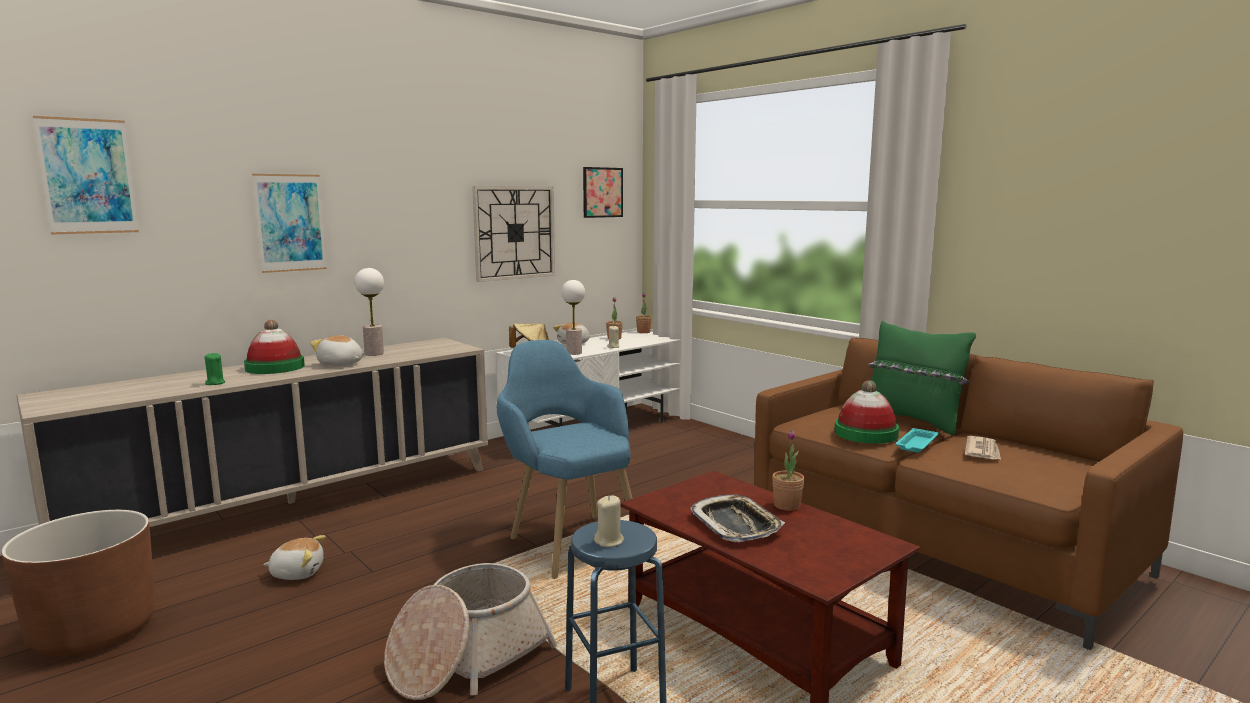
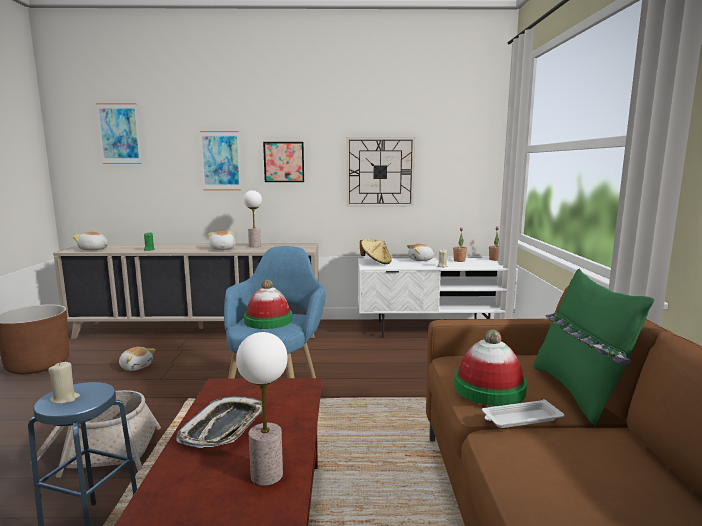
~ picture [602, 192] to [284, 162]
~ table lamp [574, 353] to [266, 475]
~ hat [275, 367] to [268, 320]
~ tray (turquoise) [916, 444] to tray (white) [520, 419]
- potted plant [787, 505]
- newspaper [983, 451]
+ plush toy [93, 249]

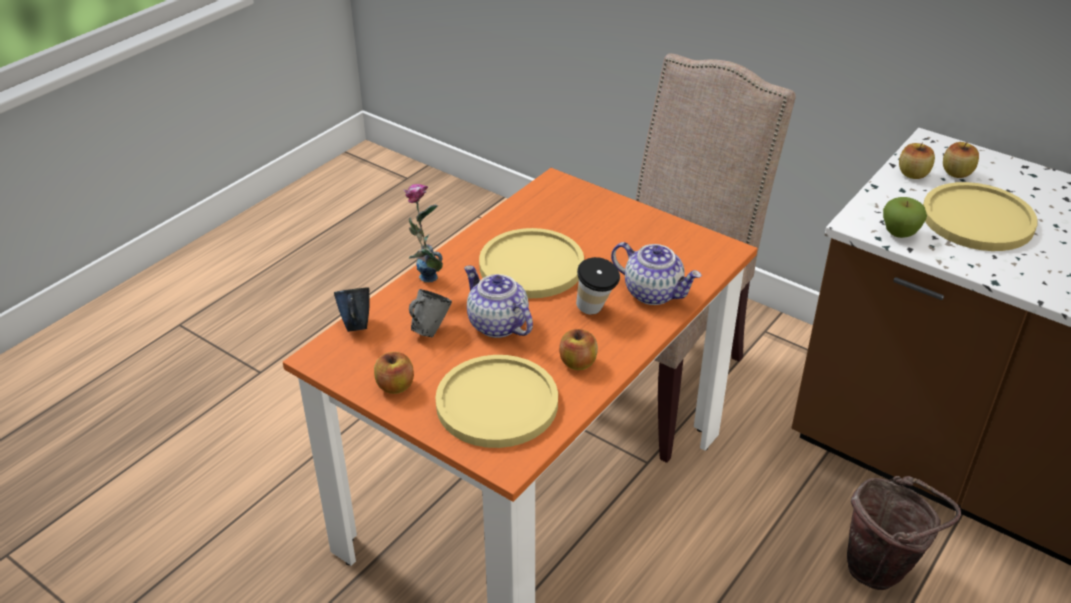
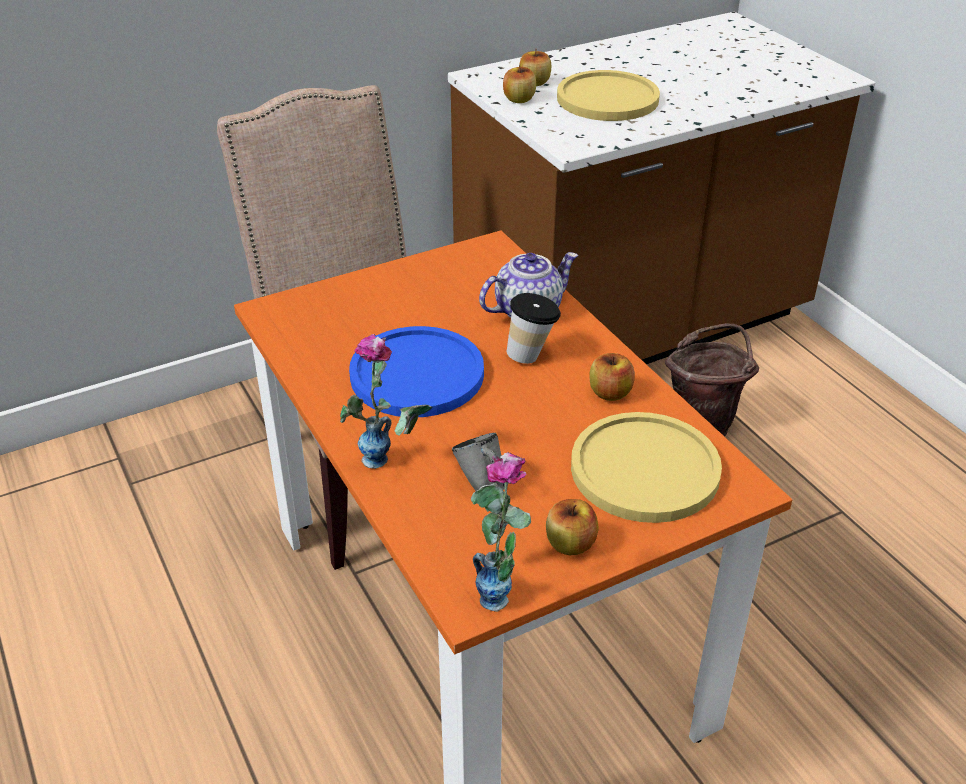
- apple [899, 233]
~ plate (yellow) [531, 265] to plate (blue) [417, 374]
- teapot [497, 324]
- mug (blue) [356, 326]
+ vase [502, 586]

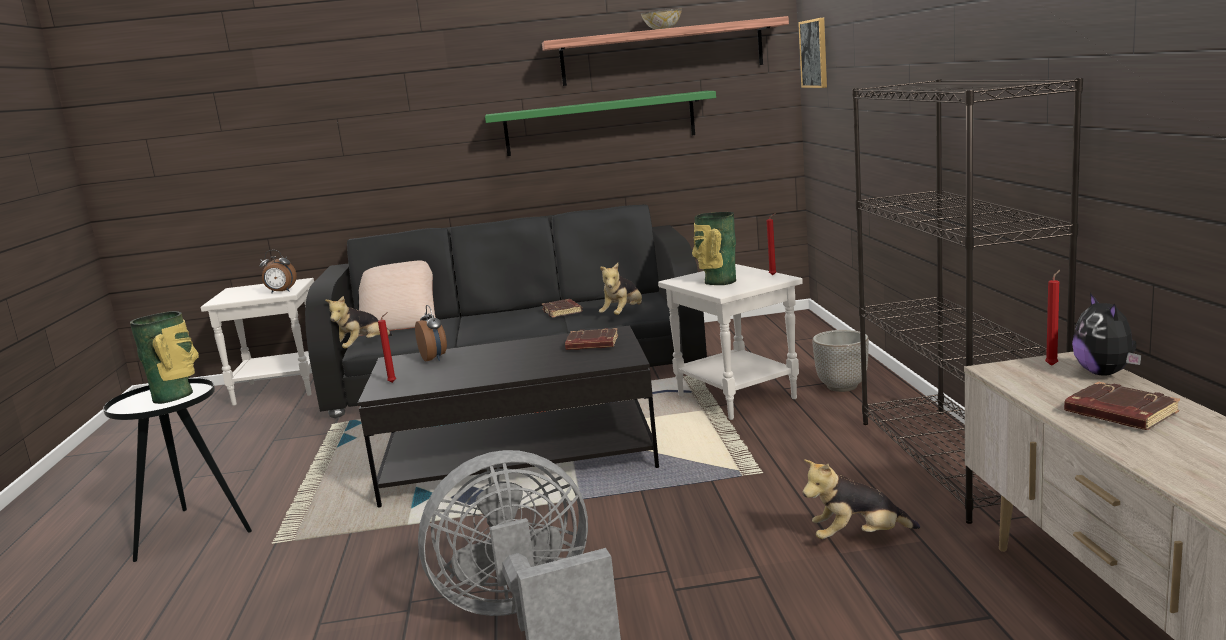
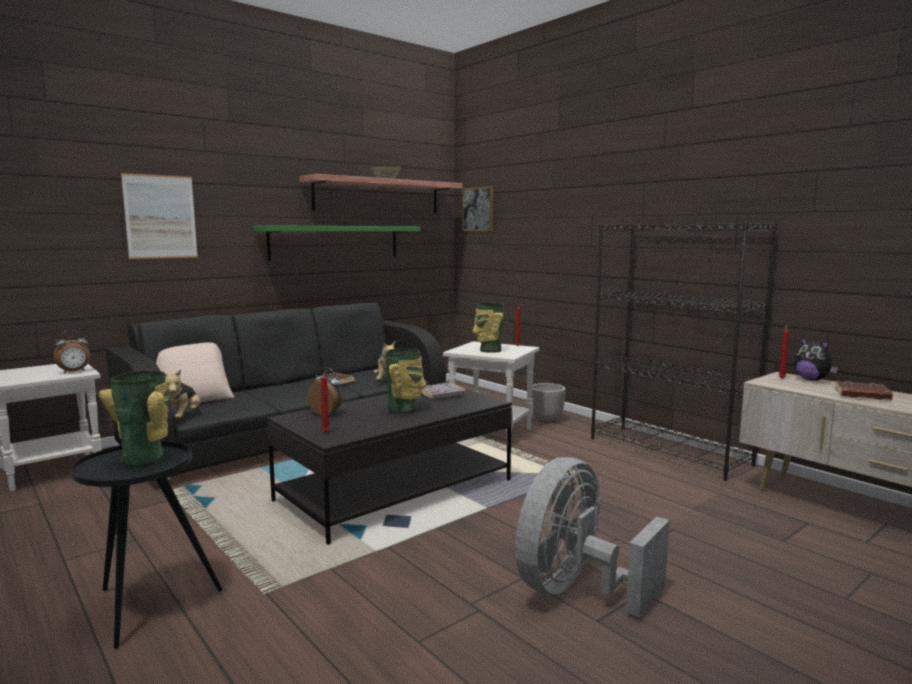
~ book (brown) [591, 344] to book (grey) [442, 395]
- plush toy [858, 538]
+ picture [160, 217]
+ vase [404, 410]

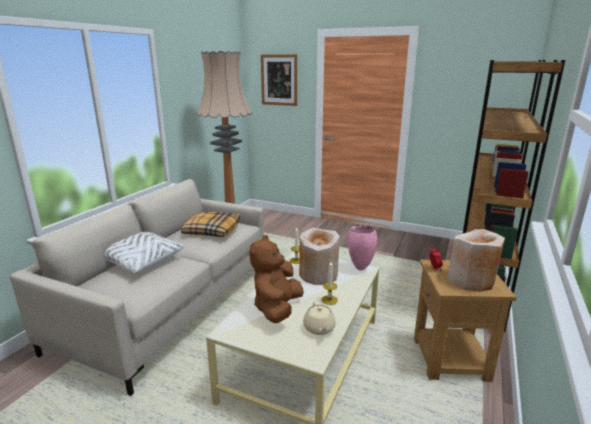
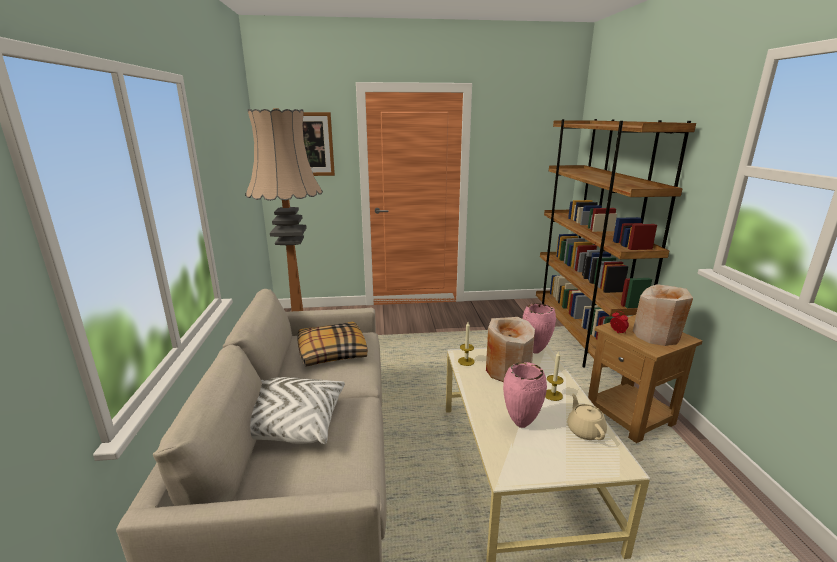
~ plush toy (brown) [277, 308] to vase (pink) [520, 424]
~ teapot (beige) [319, 328] = [585, 430] 150 degrees counterclockwise

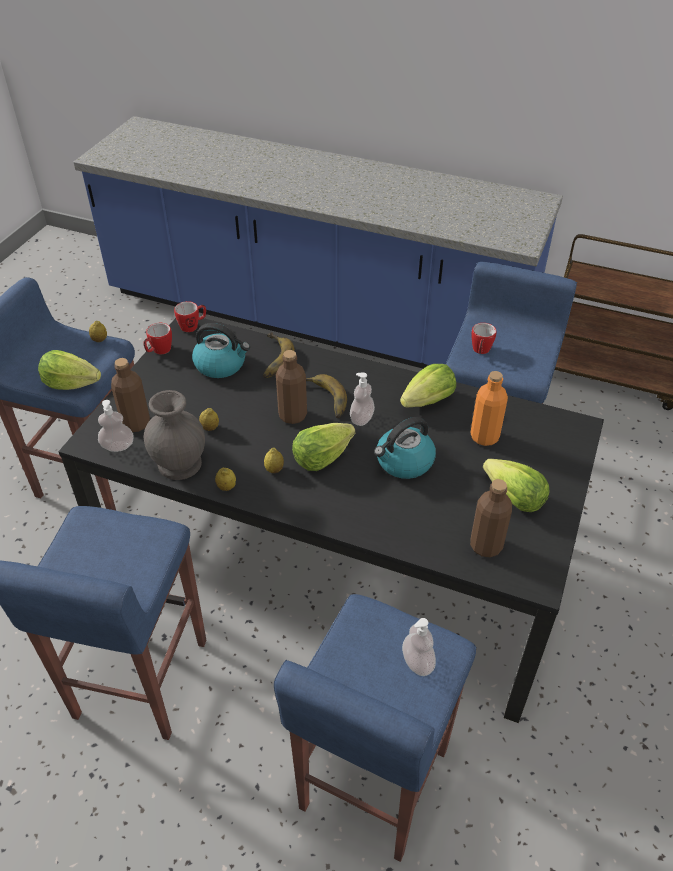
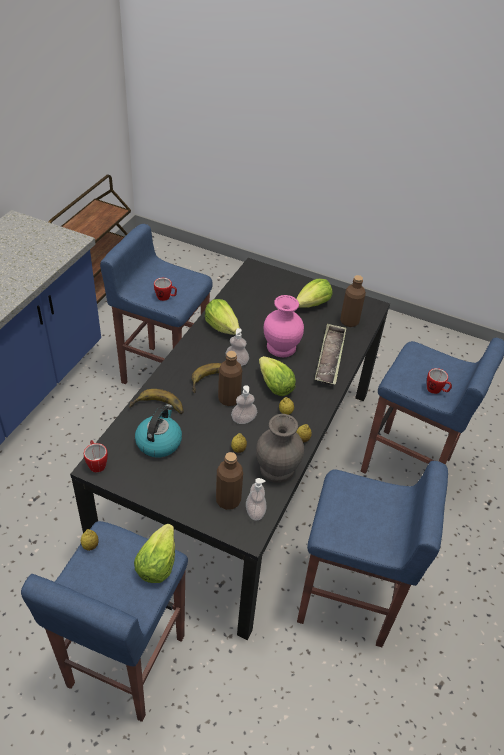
~ mug [159, 351] to [436, 390]
- bottle (orange) [484, 437]
~ kettle [404, 462] to vase (pink) [281, 346]
~ soap dispenser [417, 662] to [243, 419]
+ tray [330, 358]

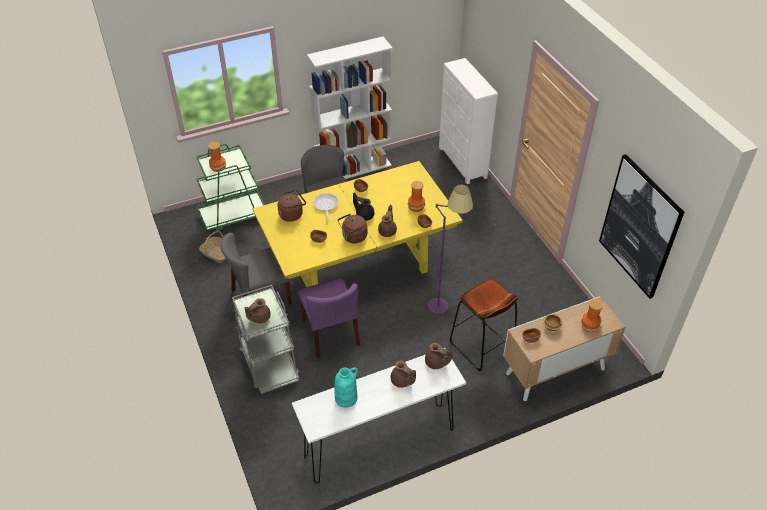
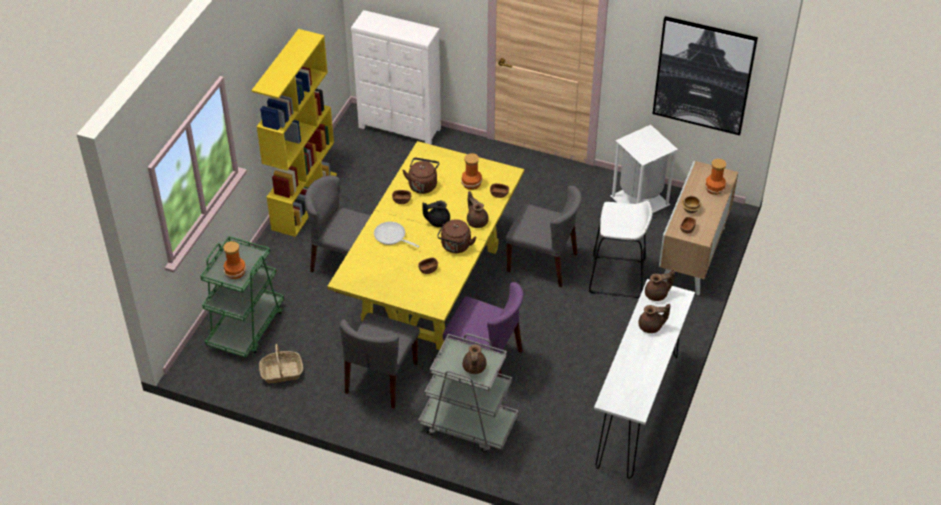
~ bookcase (white) [354, 169] to bookcase (yellow) [304, 201]
~ floor lamp (purple) [444, 300] to chair (grey) [543, 262]
~ kettle (brown) [292, 214] to [423, 184]
~ stool (brown) [481, 346] to stool (white) [617, 277]
- vase (turquoise) [346, 398]
+ trash can (white) [641, 201]

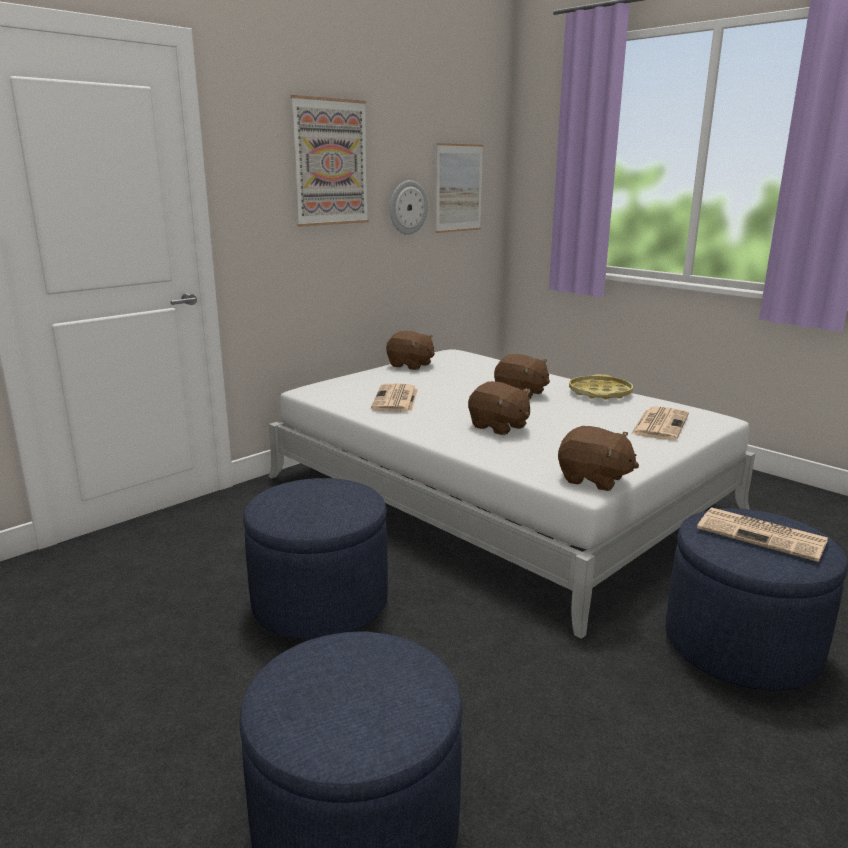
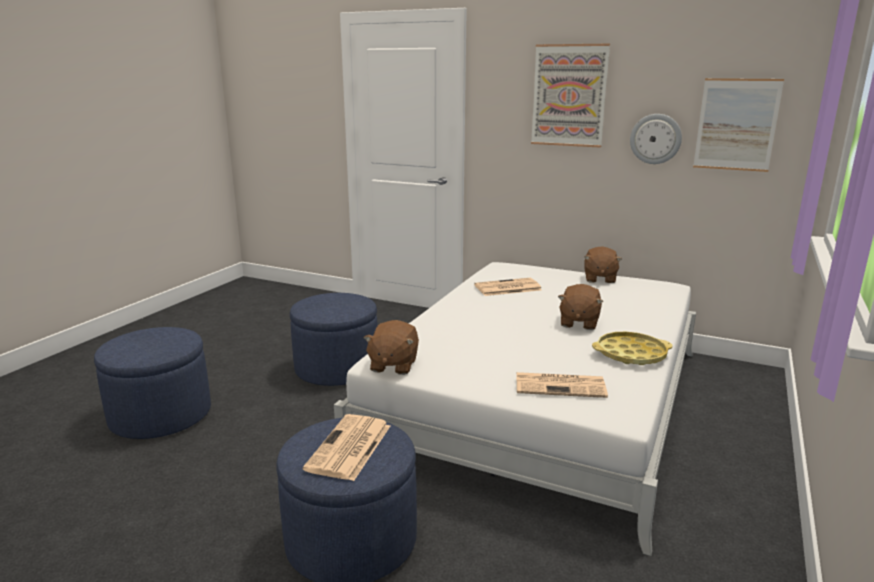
- plush toy (brown) [498, 427]

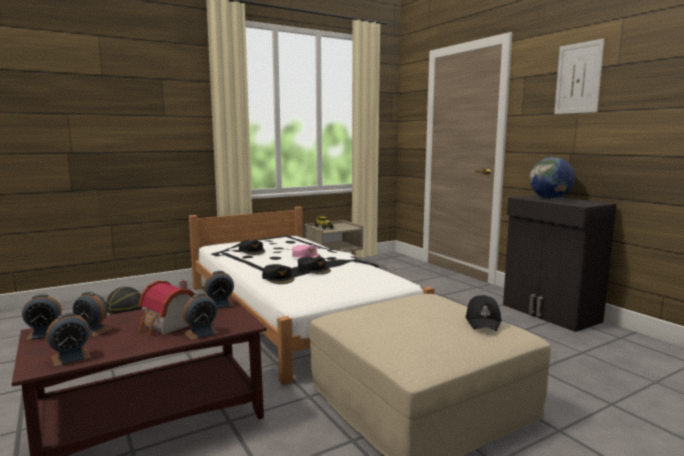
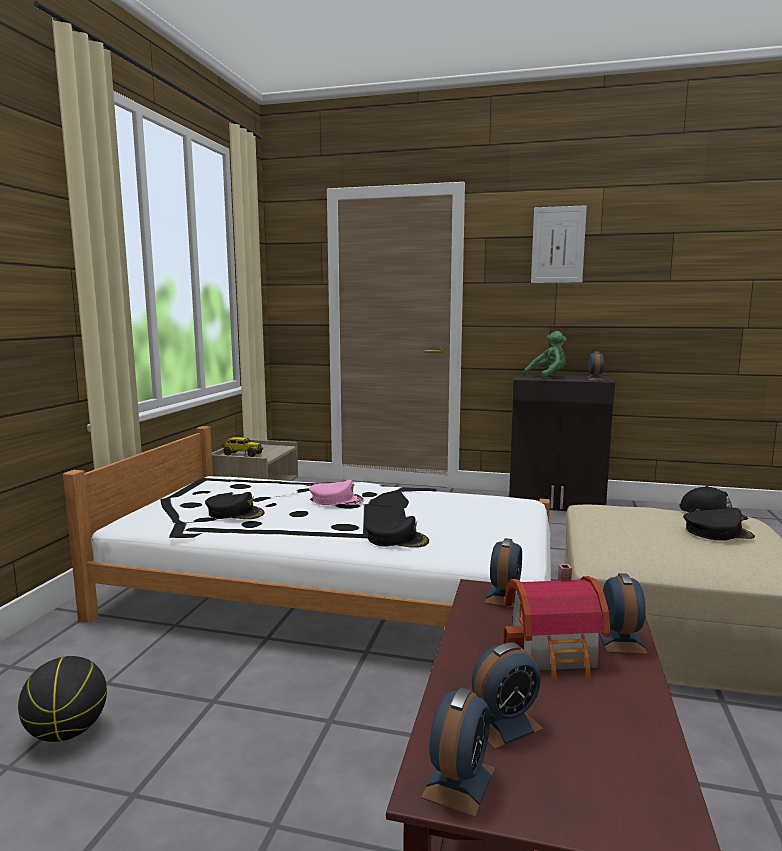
~ globe [550, 198] to plush toy (green) [548, 377]
~ cap (black) [313, 269] to [717, 532]
~ alarm clock [71, 357] to [595, 379]

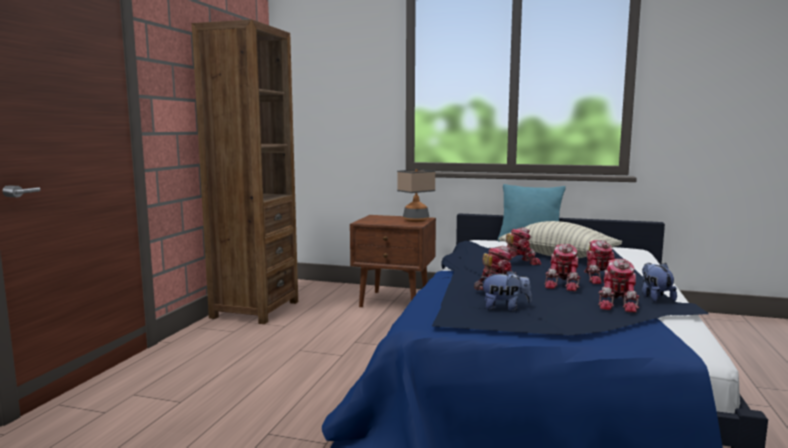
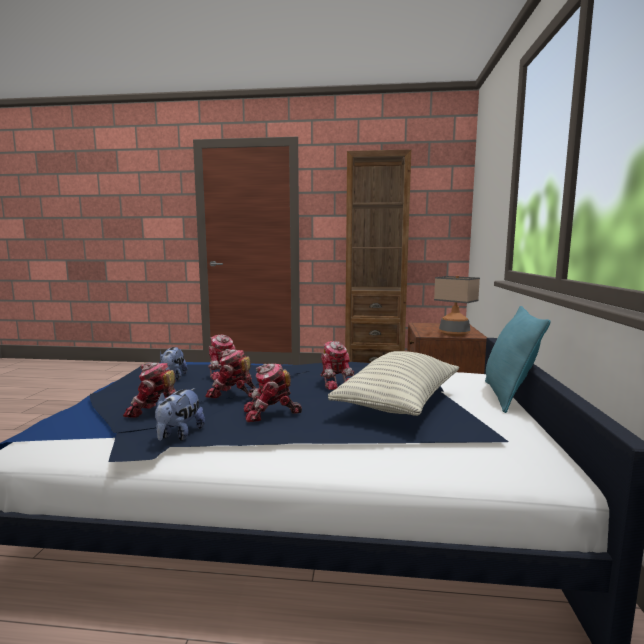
~ plush toy [655, 298] = [179, 435] 120 degrees clockwise

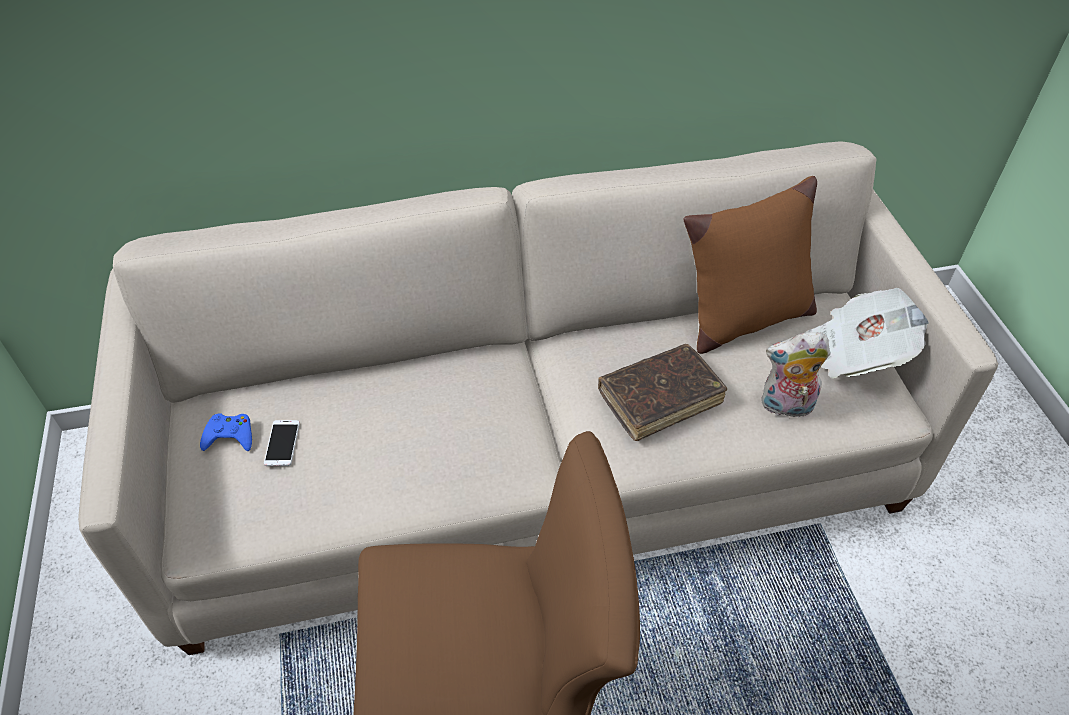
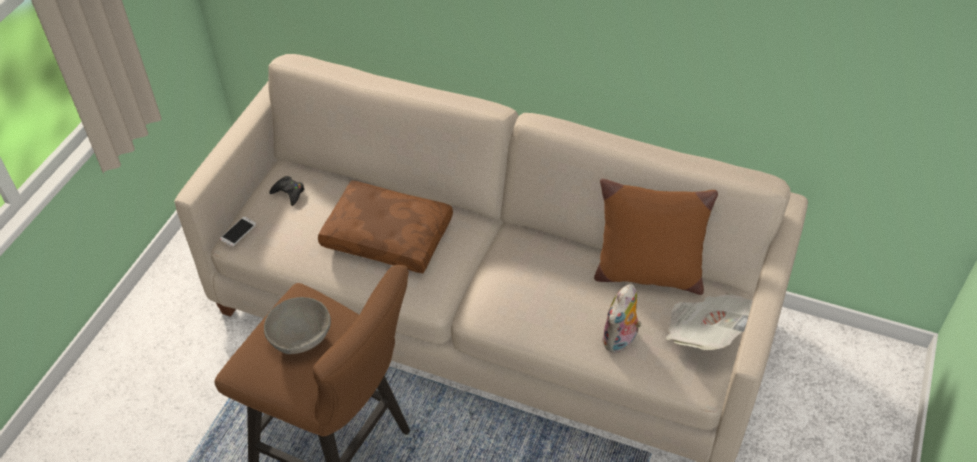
~ plush toy [785, 407] = [620, 341] 90 degrees counterclockwise
- book (brown) [660, 398]
~ game controller (blue) [230, 436] to game controller (black) [289, 192]
~ phone [282, 443] to [238, 232]
+ pillow (brown) [389, 235]
+ bowl (grey) [301, 338]

